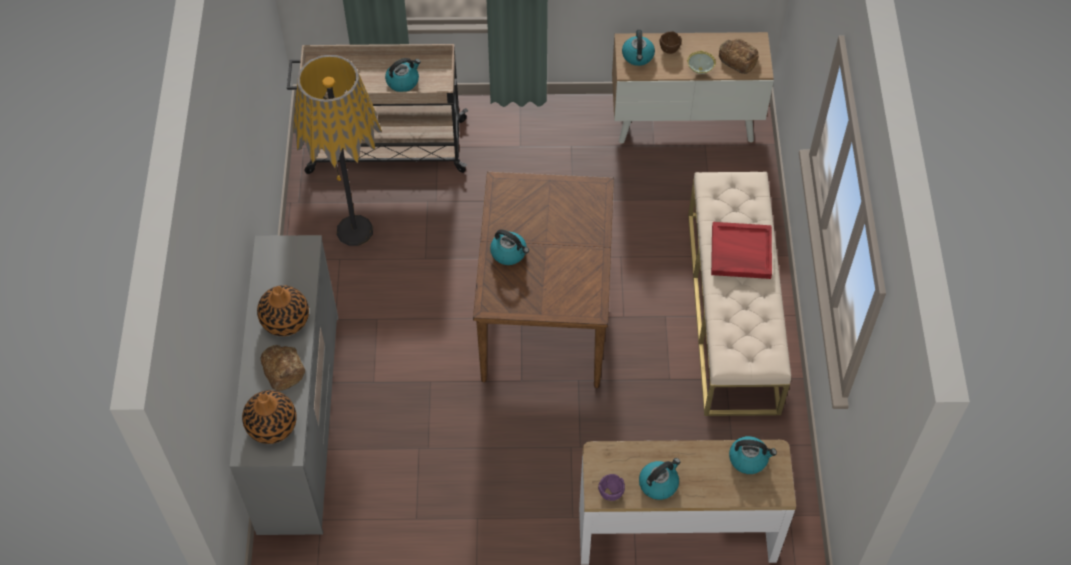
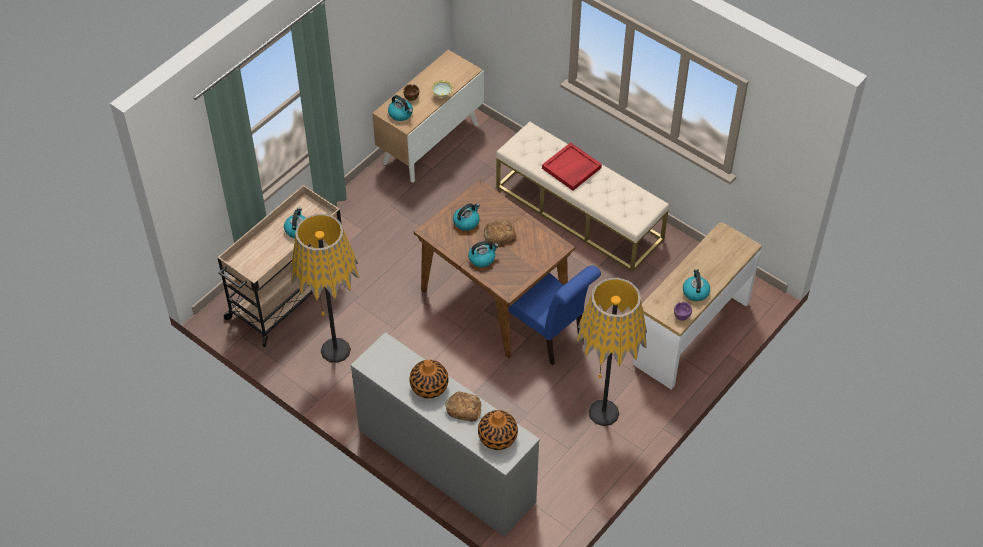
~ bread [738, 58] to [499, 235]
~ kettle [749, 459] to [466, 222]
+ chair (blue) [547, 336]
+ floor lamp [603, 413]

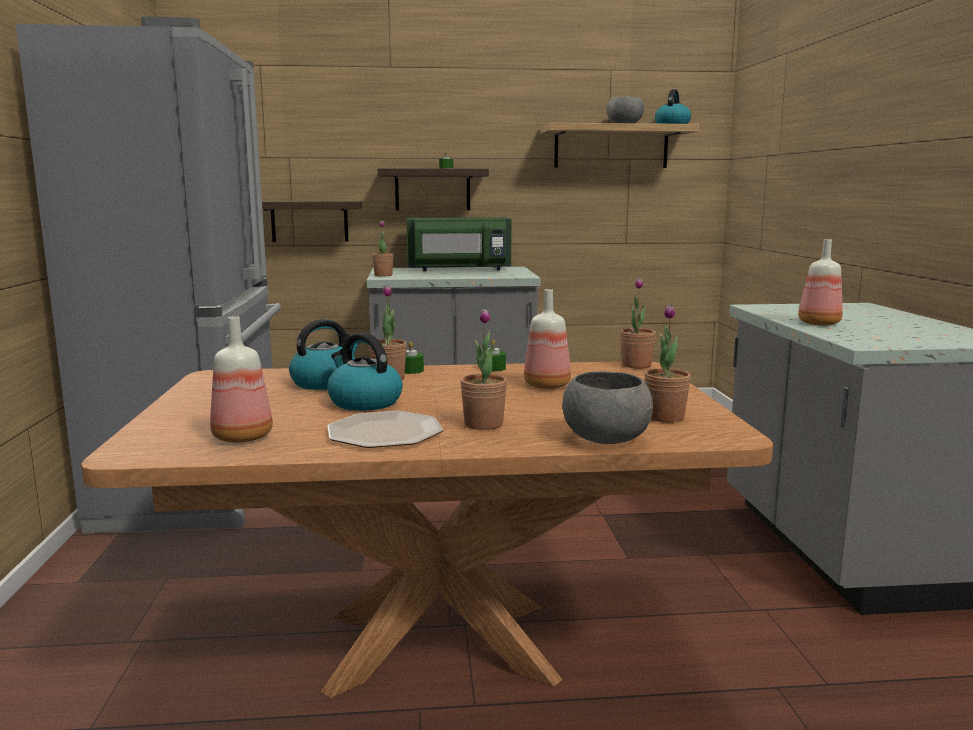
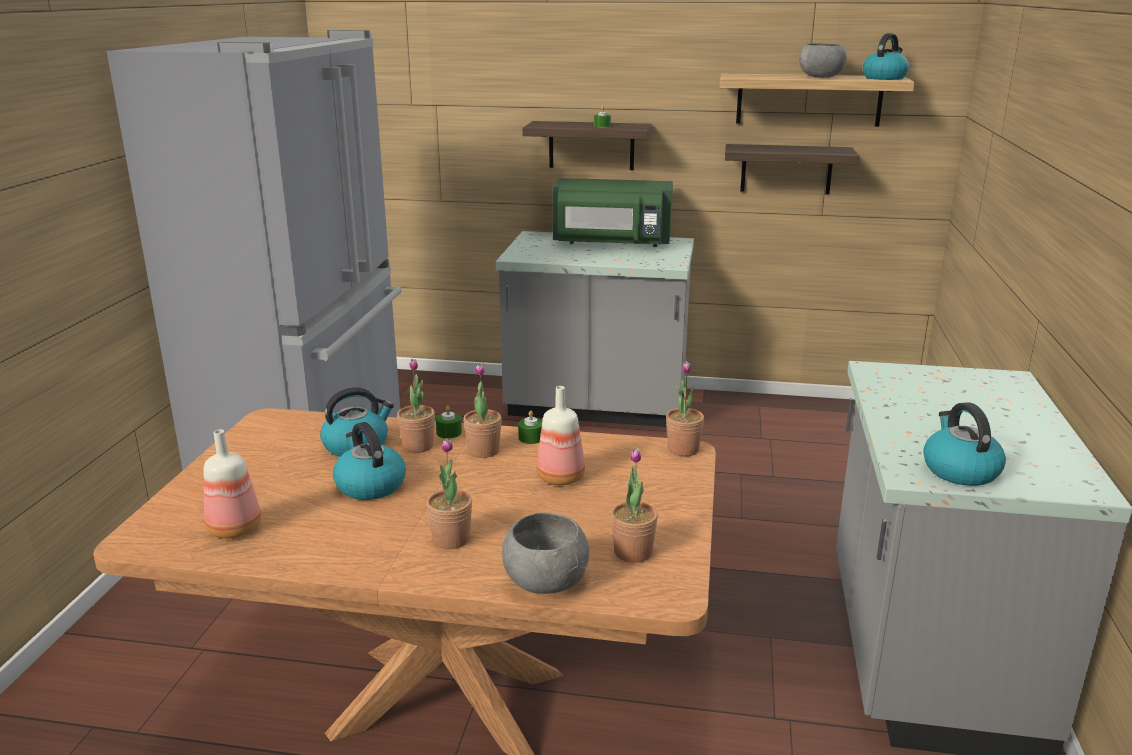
~ shelf [309, 221] to [786, 169]
~ potted plant [383, 275] to [483, 451]
- bottle [818, 323]
- plate [385, 433]
+ kettle [959, 470]

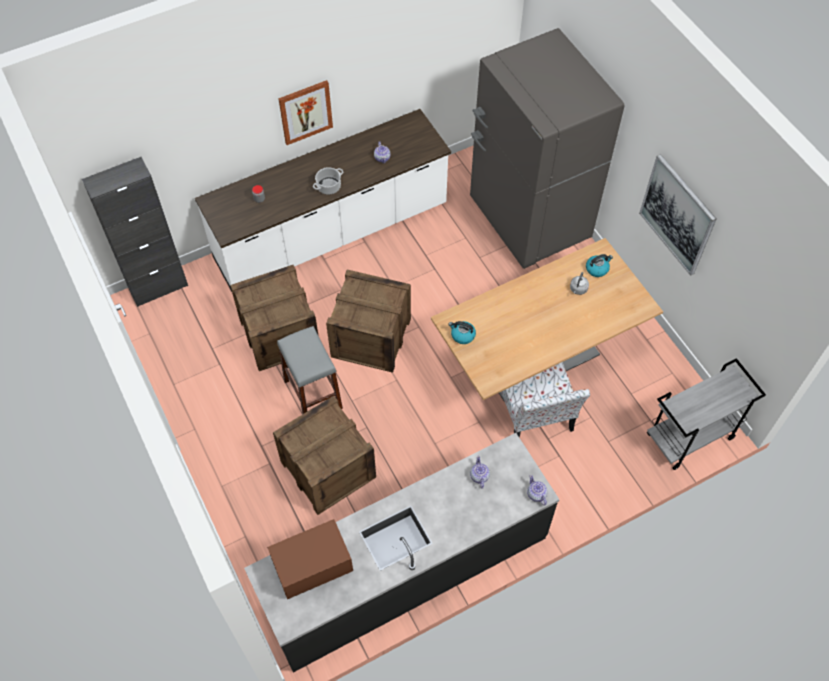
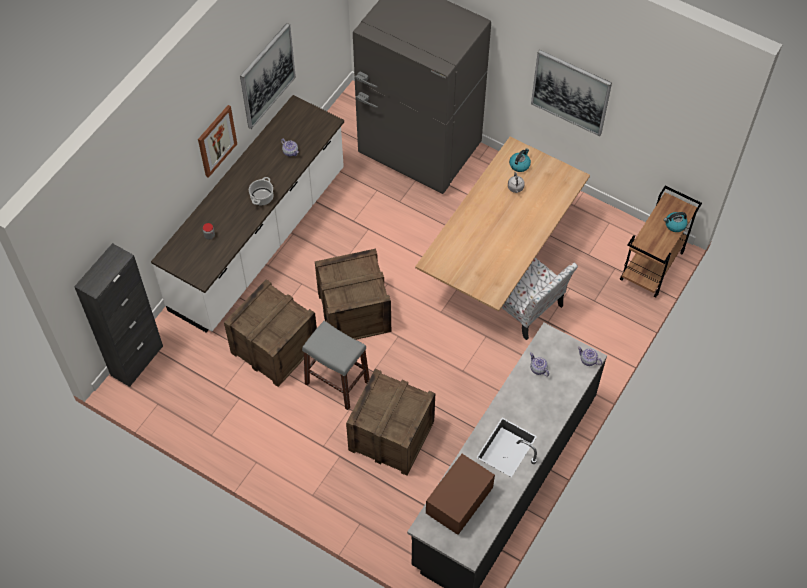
~ kettle [462, 335] to [675, 225]
~ cart (grey) [690, 437] to cart (brown) [652, 267]
+ picture [267, 75]

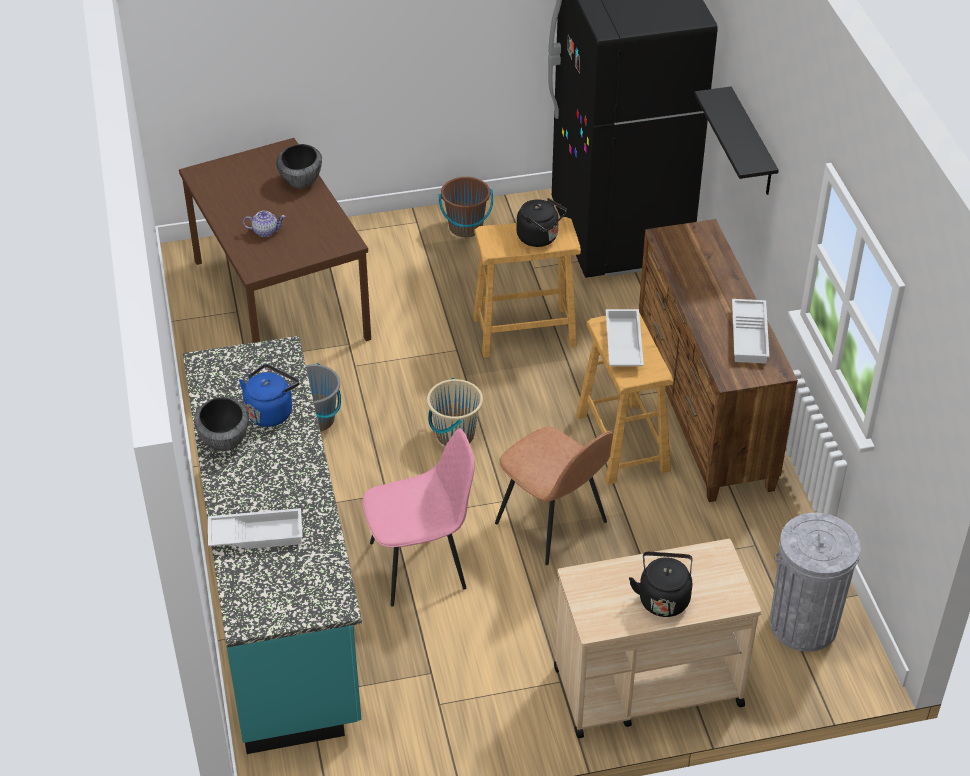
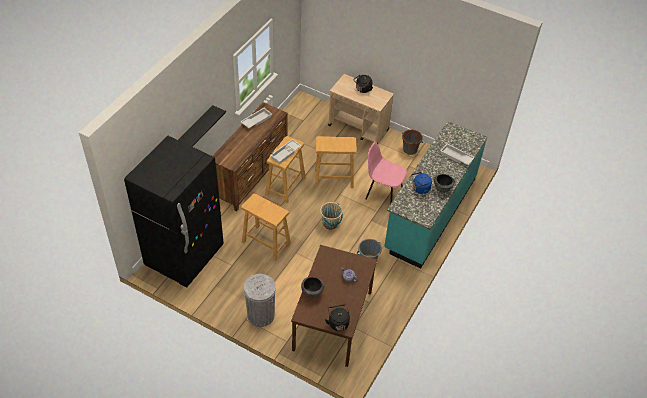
~ bucket (brown) [465, 227] to [410, 149]
~ kettle (black) [540, 238] to [338, 322]
~ chair (brown) [553, 524] to stool (beige) [334, 178]
~ trash can (grey) [803, 624] to [260, 315]

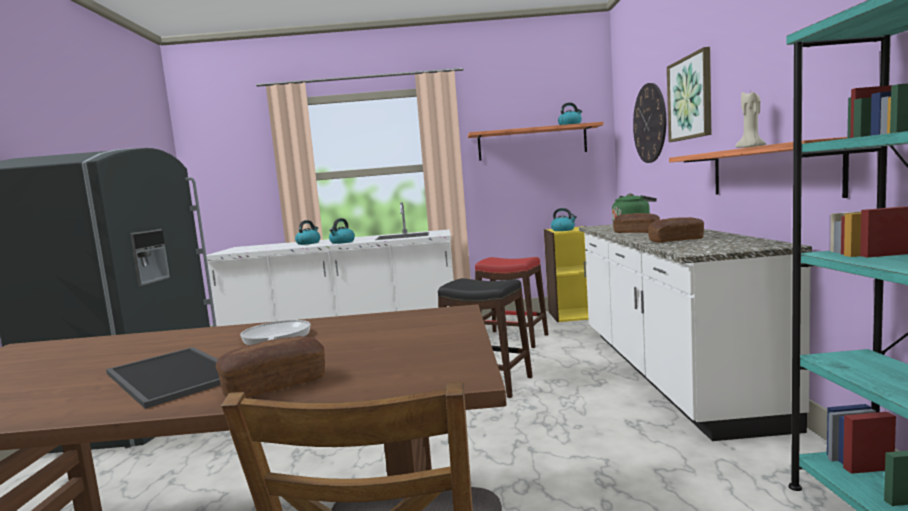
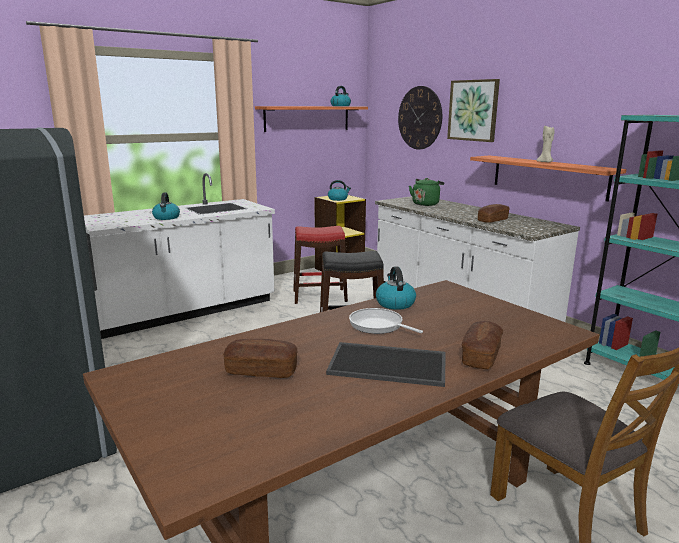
~ bread [636, 232] to [261, 371]
~ kettle [308, 243] to [394, 303]

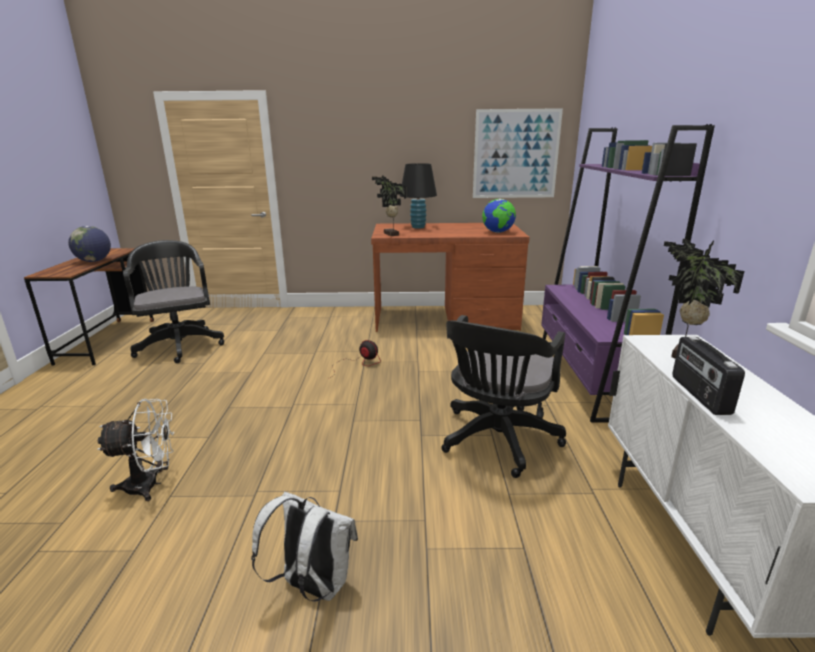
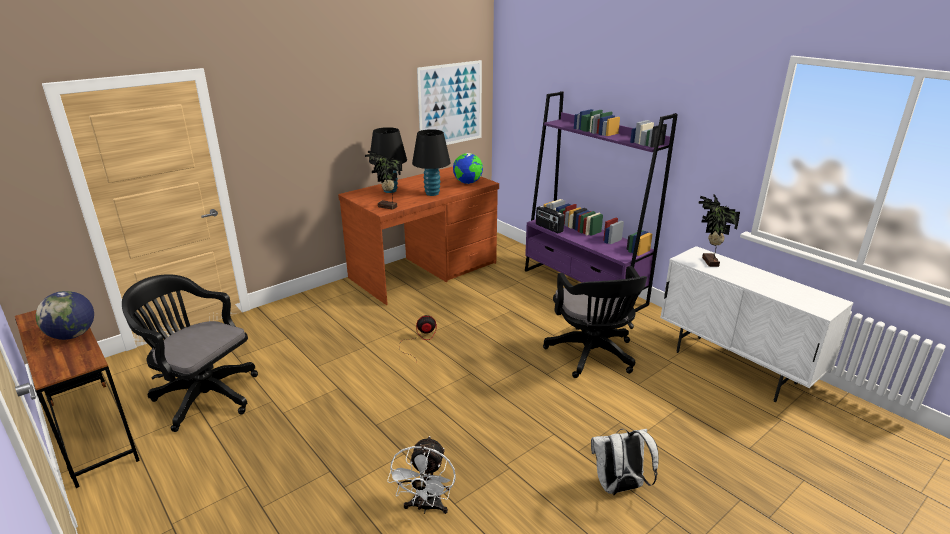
~ radio [699, 395] to [549, 228]
~ fan (white) [150, 485] = [426, 507] 150 degrees clockwise
+ table lamp (black) [432, 193]

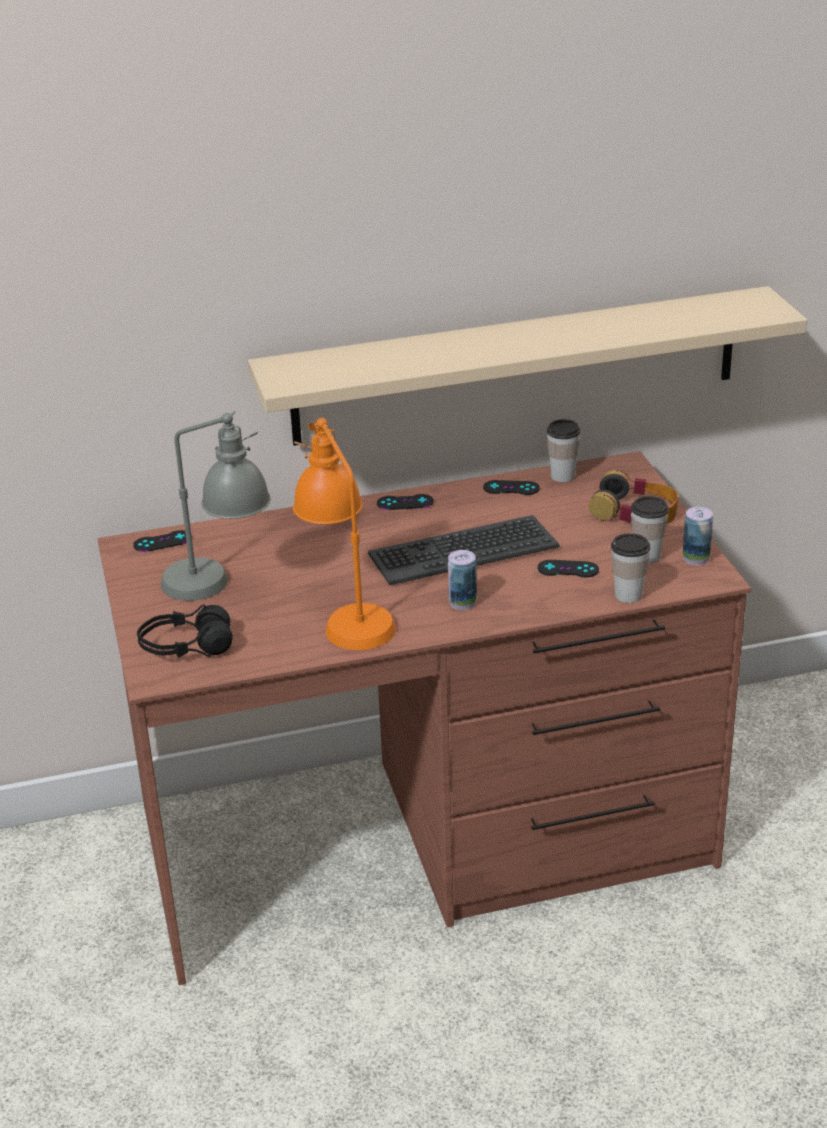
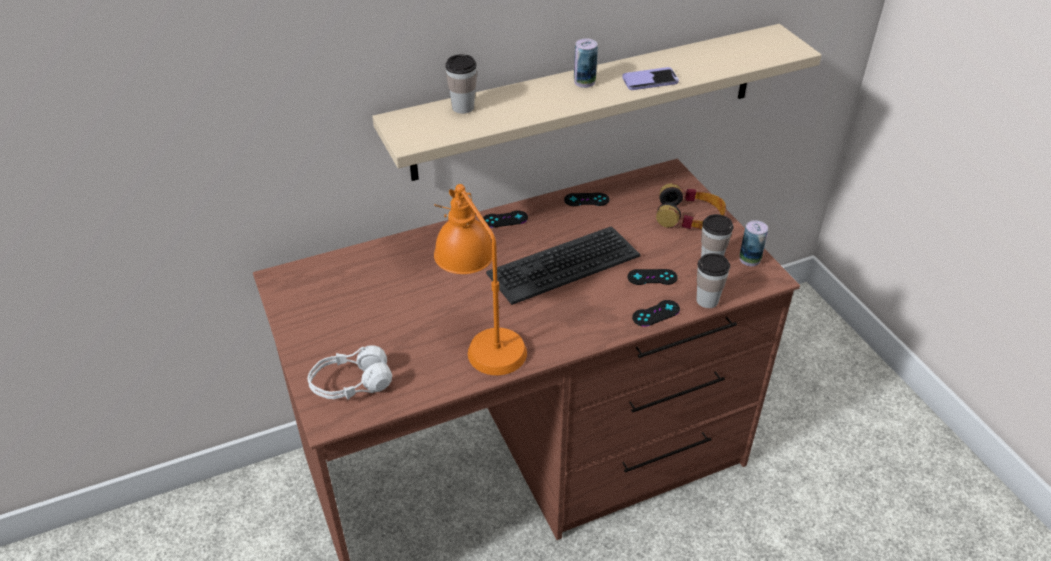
- table lamp (grey) [221, 587]
~ cup [562, 476] to [463, 107]
~ game controller (black) [162, 541] to [656, 313]
~ can [462, 602] to [584, 82]
~ headphones (black) [186, 647] to headphones (white) [351, 384]
+ phone [650, 80]

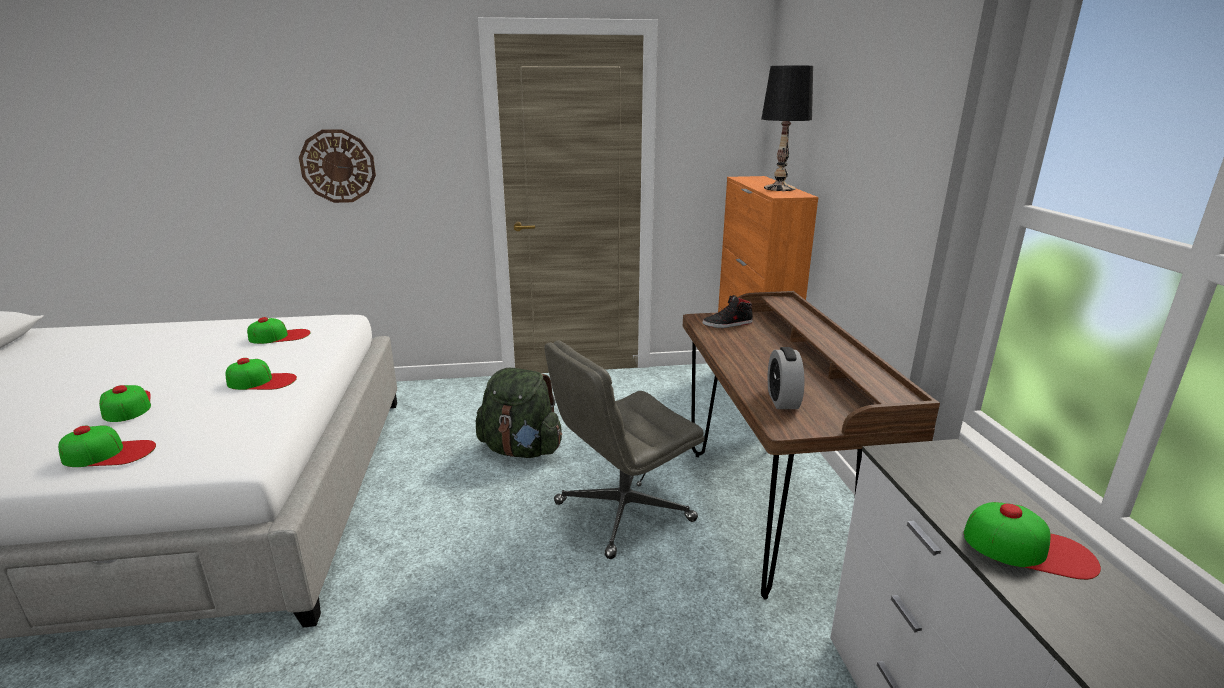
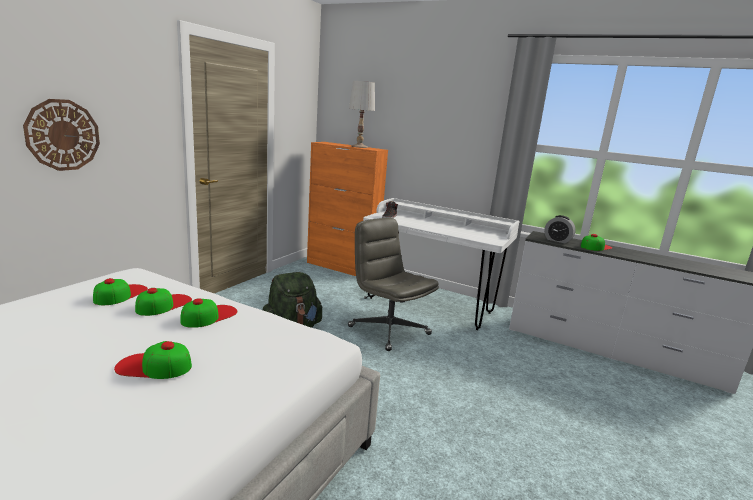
~ table lamp (black) [779, 188] to table lamp (white) [359, 146]
~ desk (brown) [768, 512] to desk (white) [429, 305]
~ office chair (grey) [622, 513] = [388, 330] 135 degrees clockwise
~ alarm clock [782, 400] to [557, 240]
~ cap [109, 453] to [164, 304]

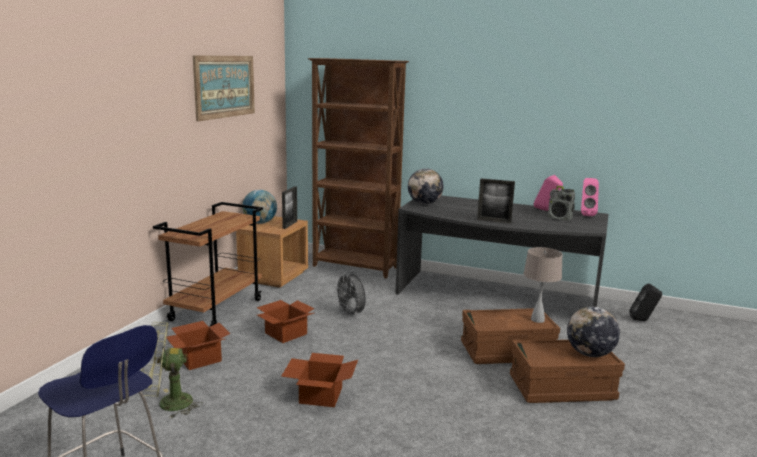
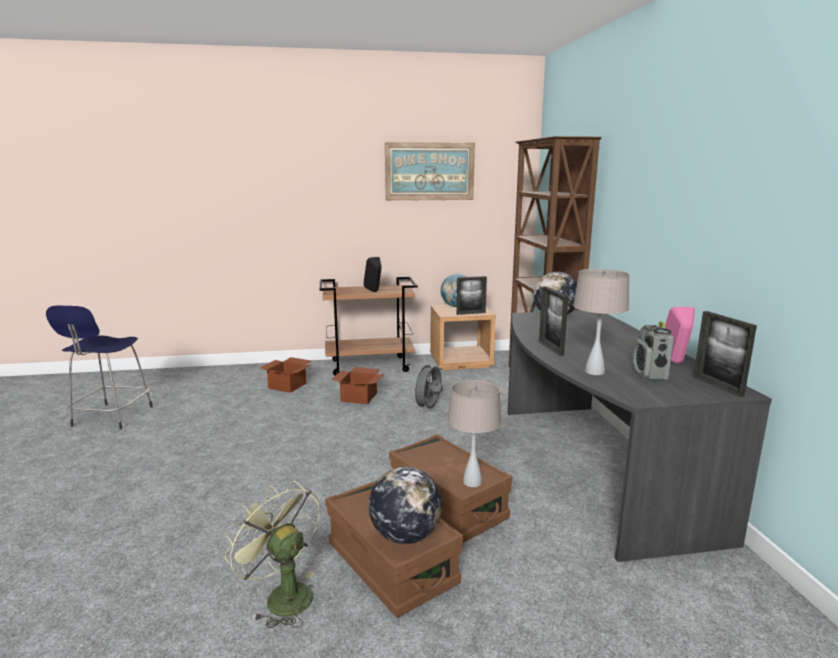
~ speaker (pink) [586, 215] to picture frame [717, 386]
~ speaker (black) [643, 320] to [374, 292]
~ fan (green) [167, 404] to [282, 596]
- cardboard box [319, 395]
+ table lamp (beige) [594, 372]

